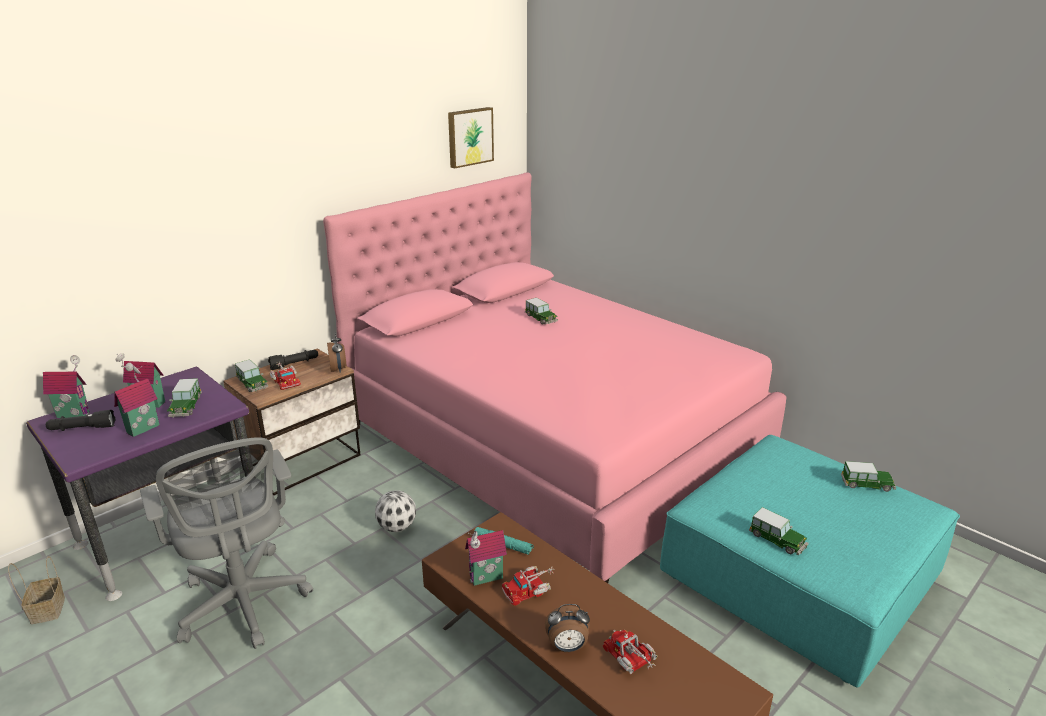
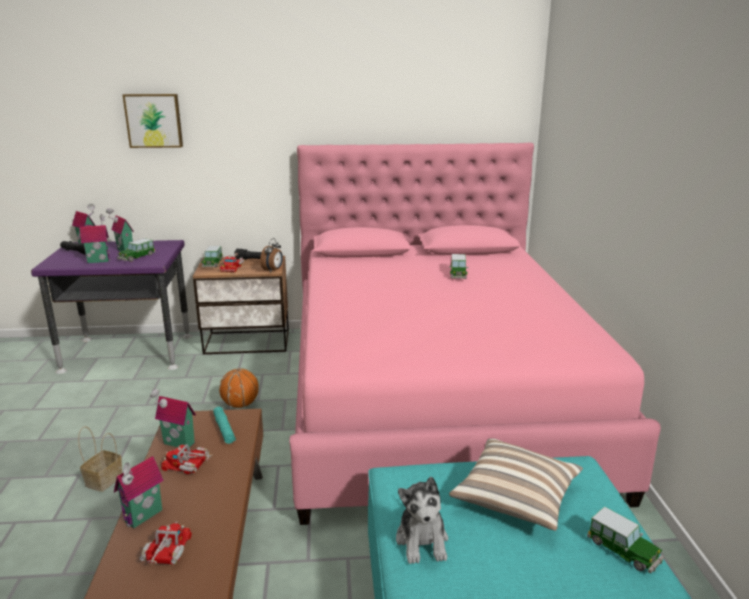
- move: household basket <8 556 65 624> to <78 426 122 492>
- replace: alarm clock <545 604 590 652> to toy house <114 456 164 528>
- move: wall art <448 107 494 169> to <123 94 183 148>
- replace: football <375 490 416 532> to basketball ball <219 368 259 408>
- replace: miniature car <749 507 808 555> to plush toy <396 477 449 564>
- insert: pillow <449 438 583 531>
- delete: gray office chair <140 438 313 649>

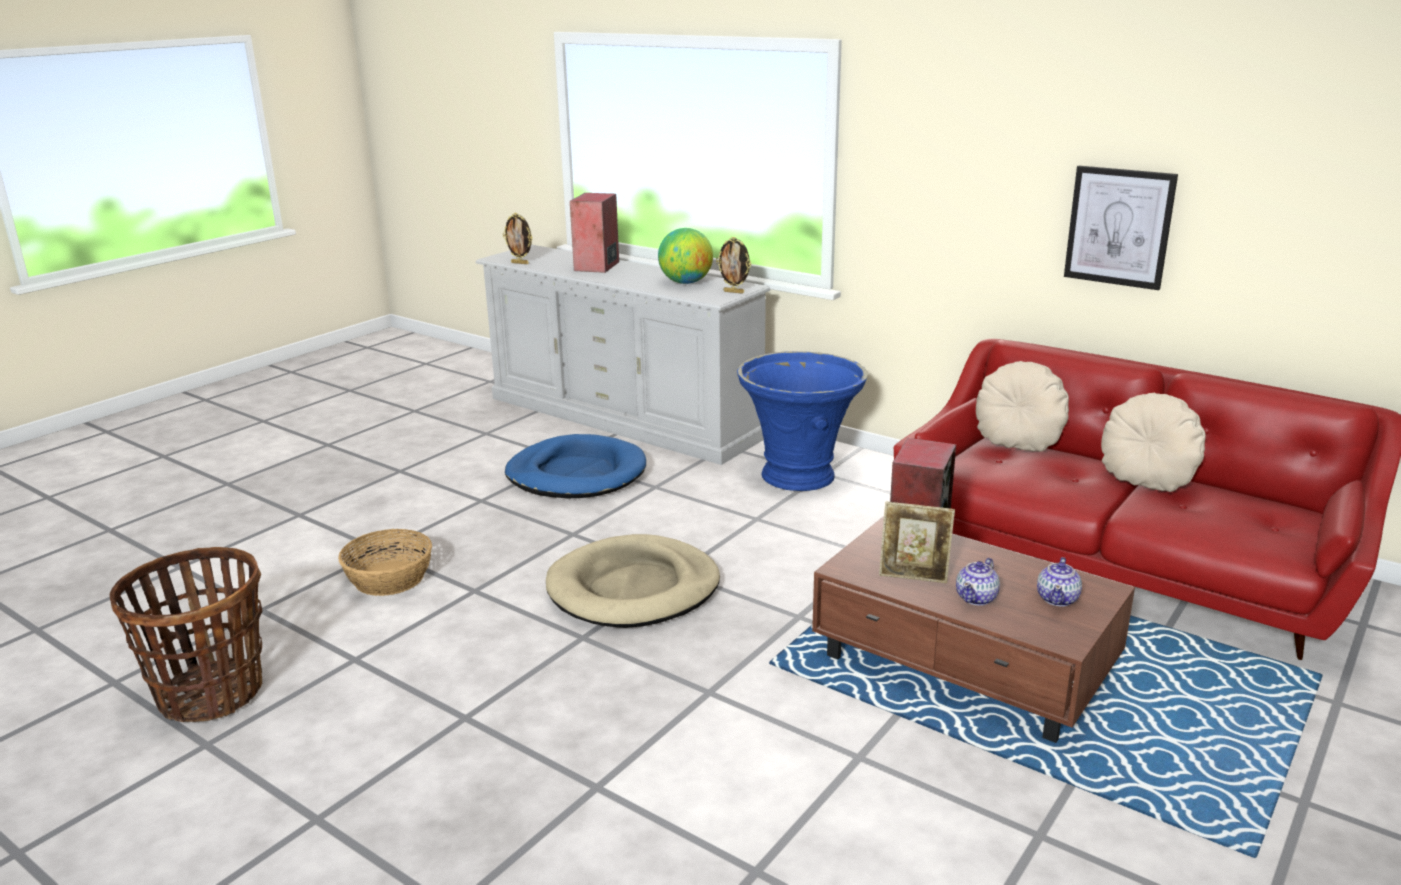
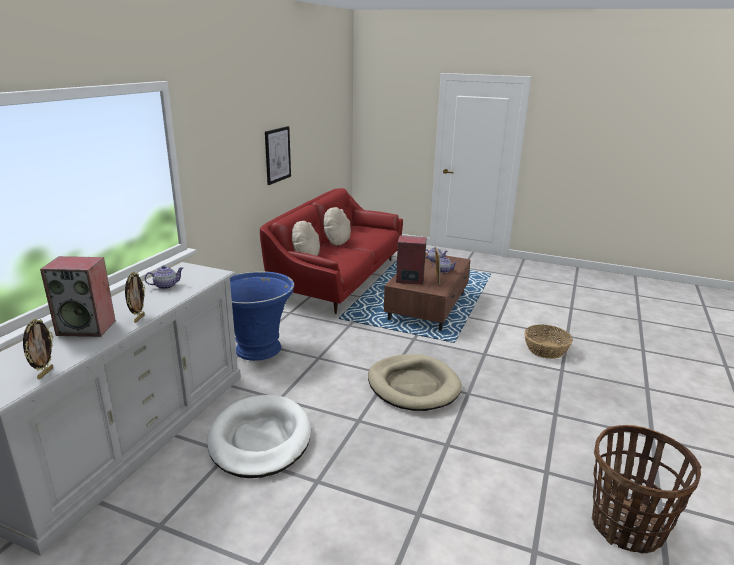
- move: photo frame <716 237 751 294> to <125 272 145 323>
- replace: desk globe <658 228 713 284> to teapot <144 265 183 289>
- recolor: blue pet bed <505 434 646 498> to whitish pet bed <207 395 311 478>
- move: household basket <338 529 432 596> to <524 324 573 359>

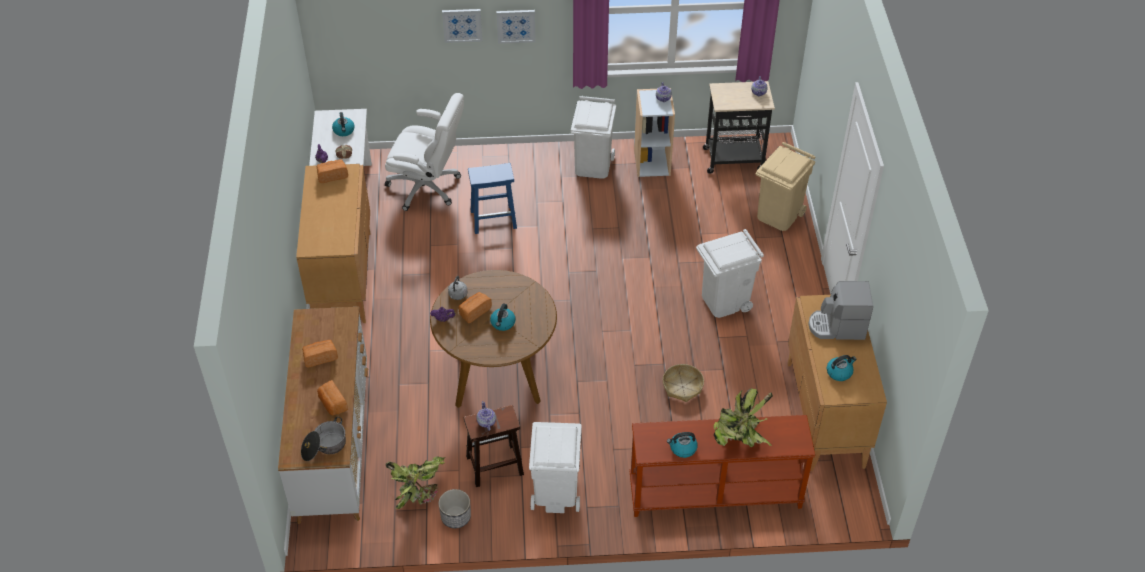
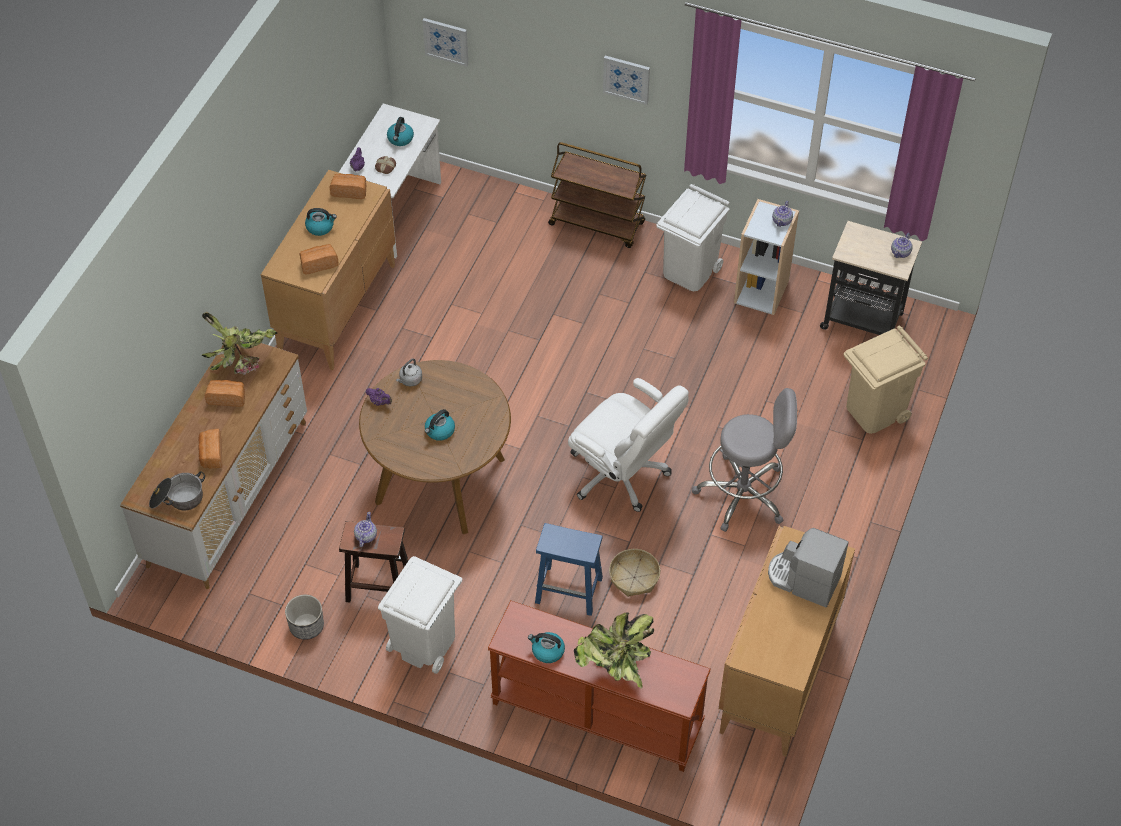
- move: plant in a pot <386 456 445 509> to <202 312 278 375>
- move: bakery bread <459 292 492 323> to <300 244 339 274>
- move: kettle <827 355 857 381> to <305 208 337 236>
- move: wall art <442 9 482 43> to <423 18 468 67>
- move: blue stool seat <468 163 517 234> to <535 523 603 616>
- insert: brown wheeled cart <548 142 646 248>
- move: whitish office chair <385 93 464 211> to <568 378 689 512>
- replace: whitish waste bin <696 229 764 318> to gray stool seat <692 388 797 532>

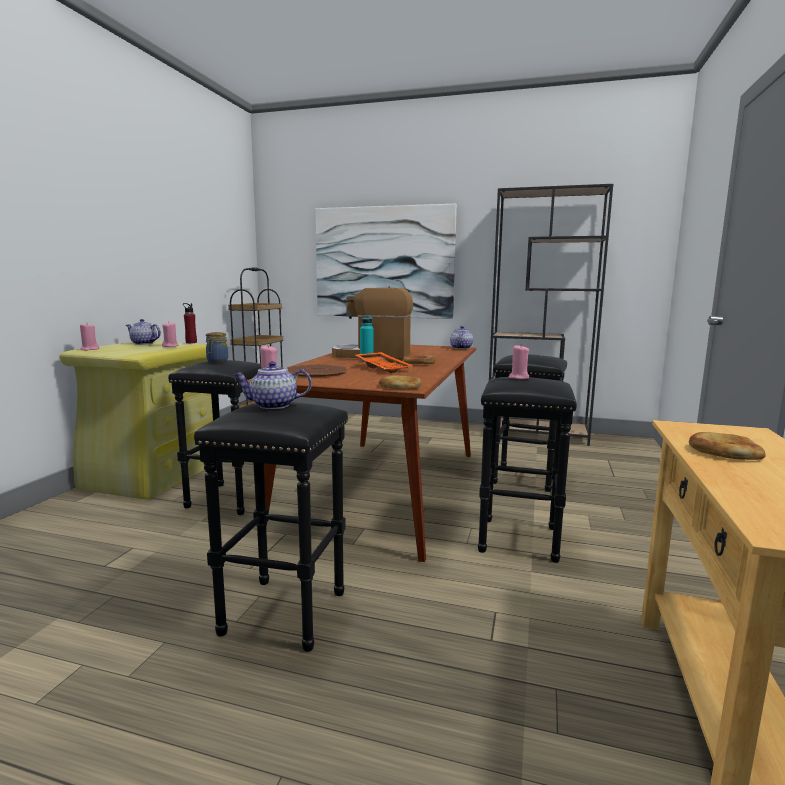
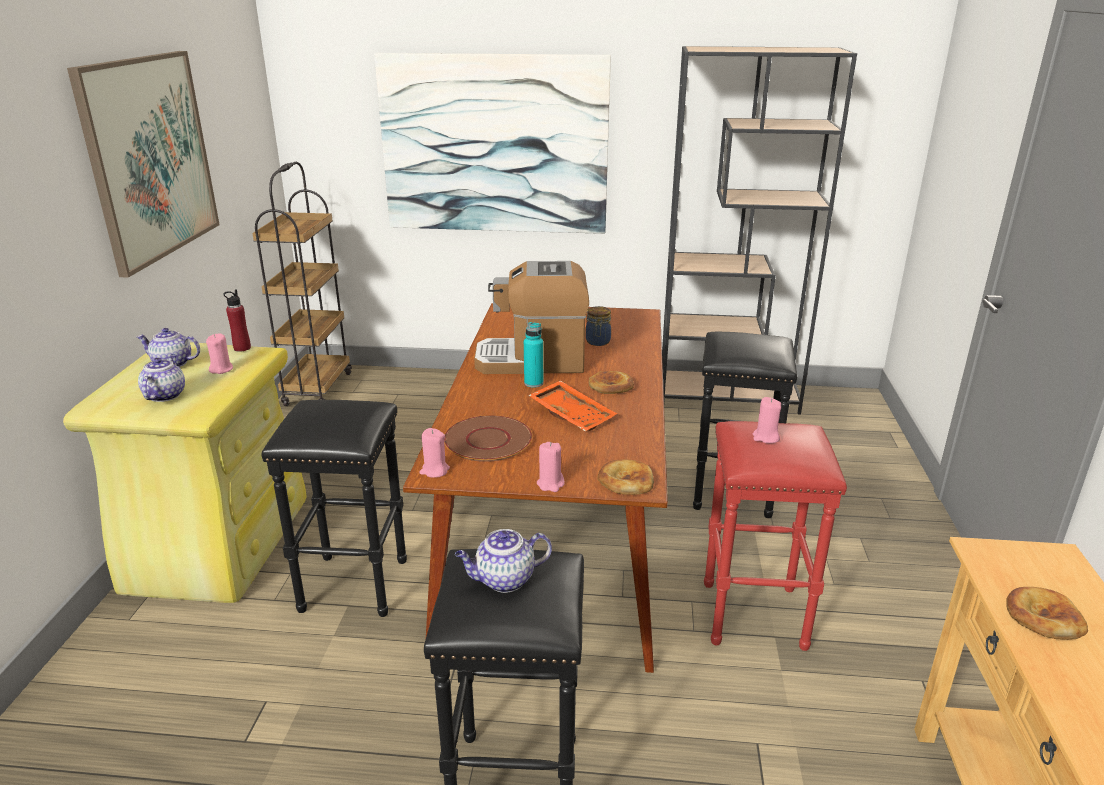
- insert: wall art <67 51 220 278>
- move: teapot <450 326 473 349> to <138 354 185 402>
- move: pinkish wax candle <80 324 99 351> to <537 442 565 492>
- move: preserve jar <206 332 228 362> to <586 306 611 346>
- recolor: black-coloured stool seat <478 377 577 563> to red stool seat <704 421 847 651>

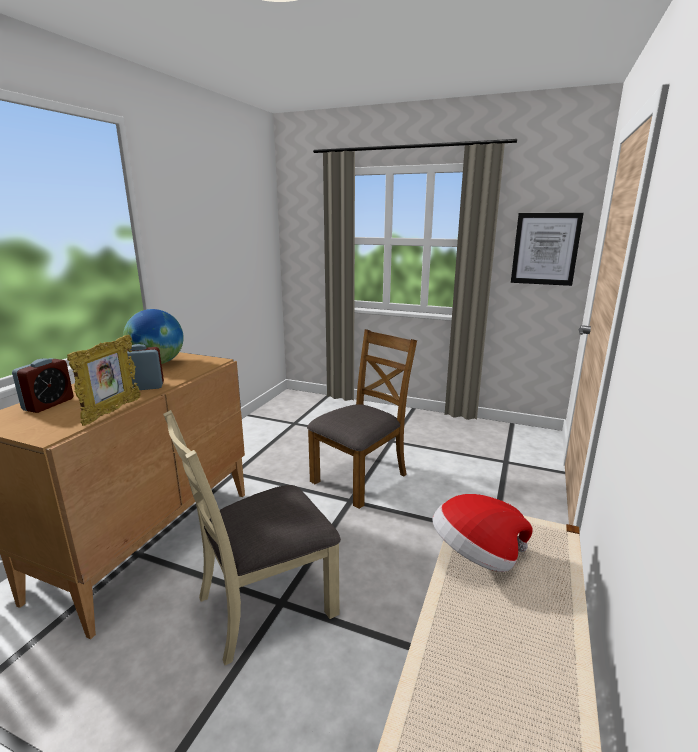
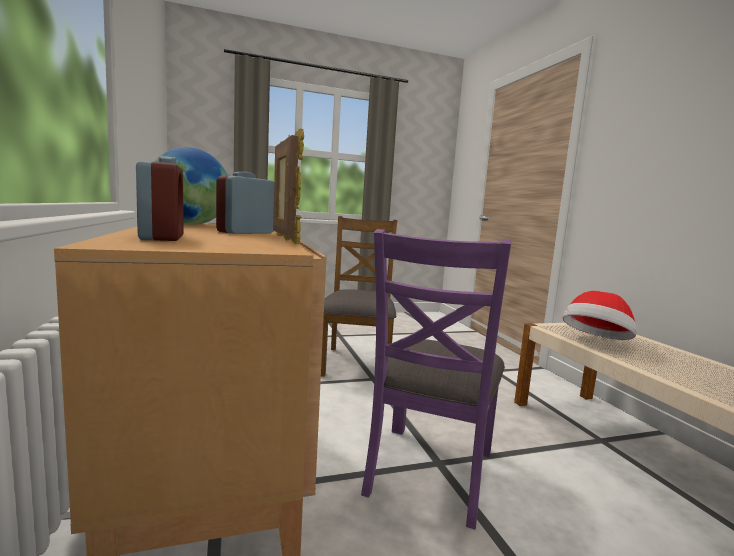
- recolor: sand-coloured plain chair <163 410 341 665> to purple-coloured plain chair <361 229 512 530>
- delete: wall art <511 213 584 286>

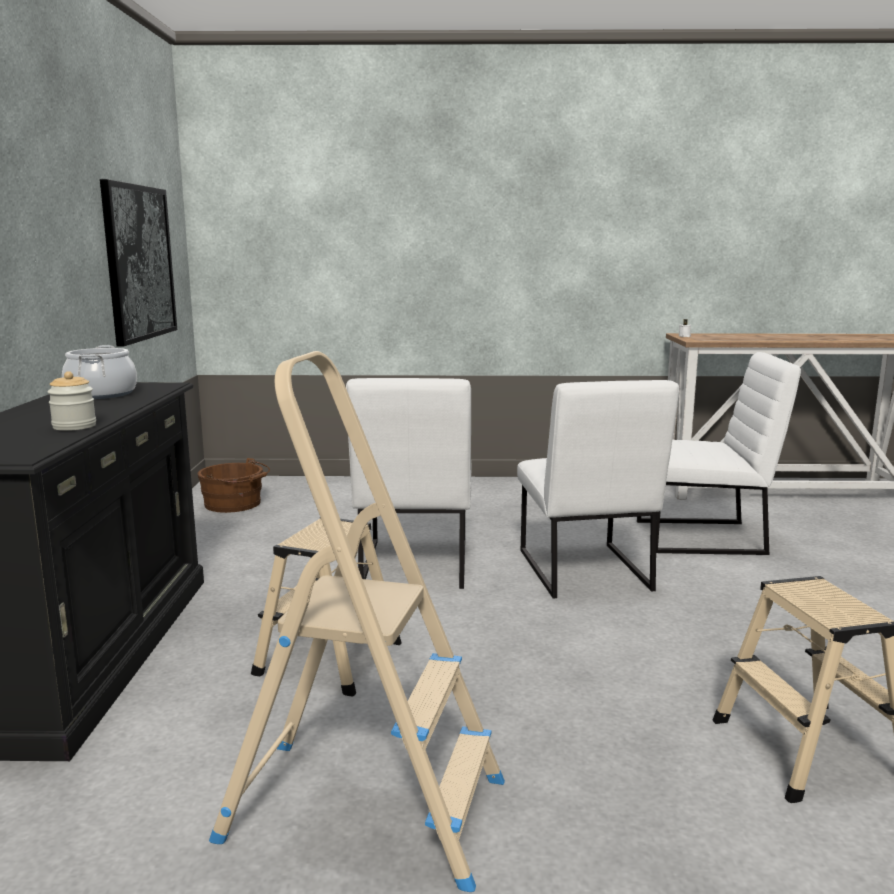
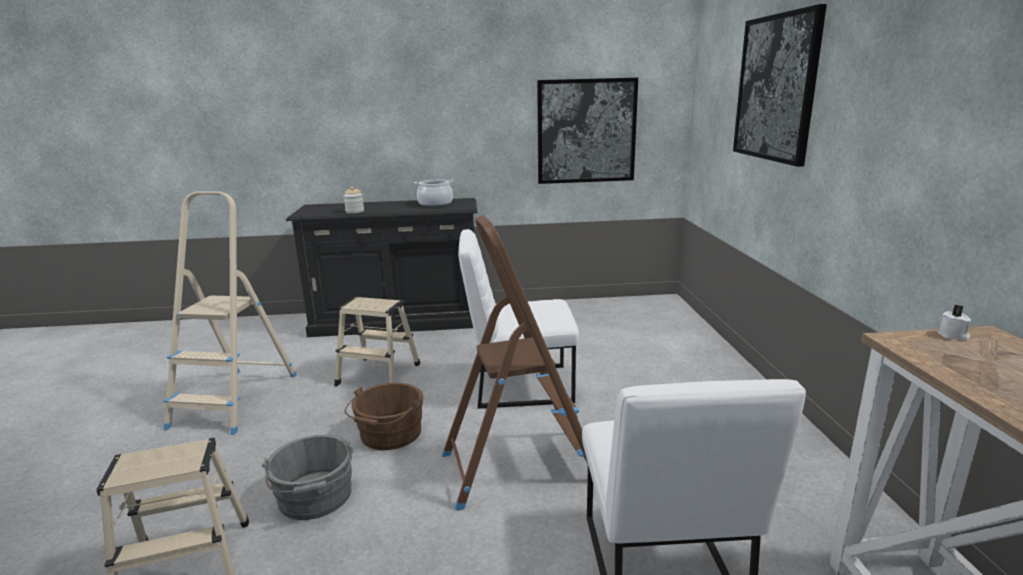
- insert: gray water bucket <262 435 353 520>
- move: brown water bucket <198 458 270 513> to <345 383 423 450>
- replace: whitish plain chair <517 380 679 598> to brown step ladder <442 215 588 511>
- insert: wall art <733 4 827 167>

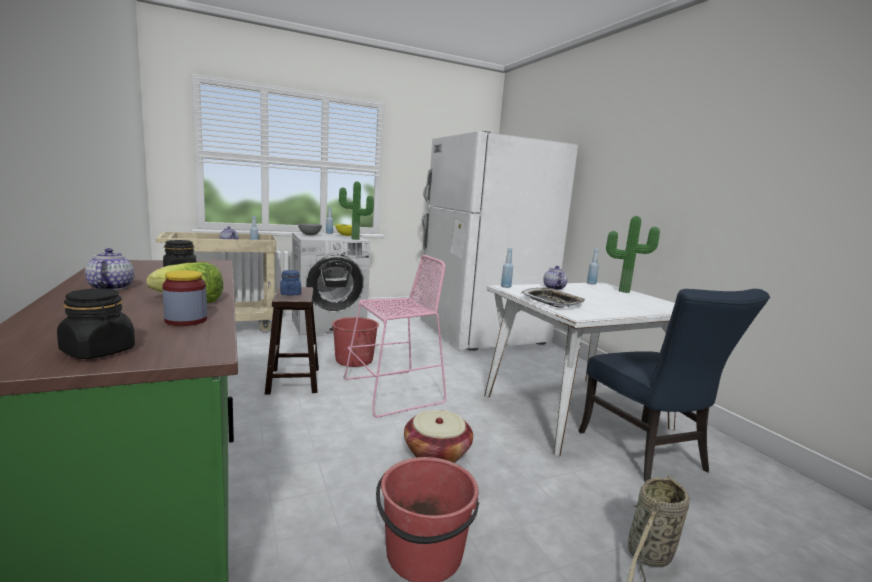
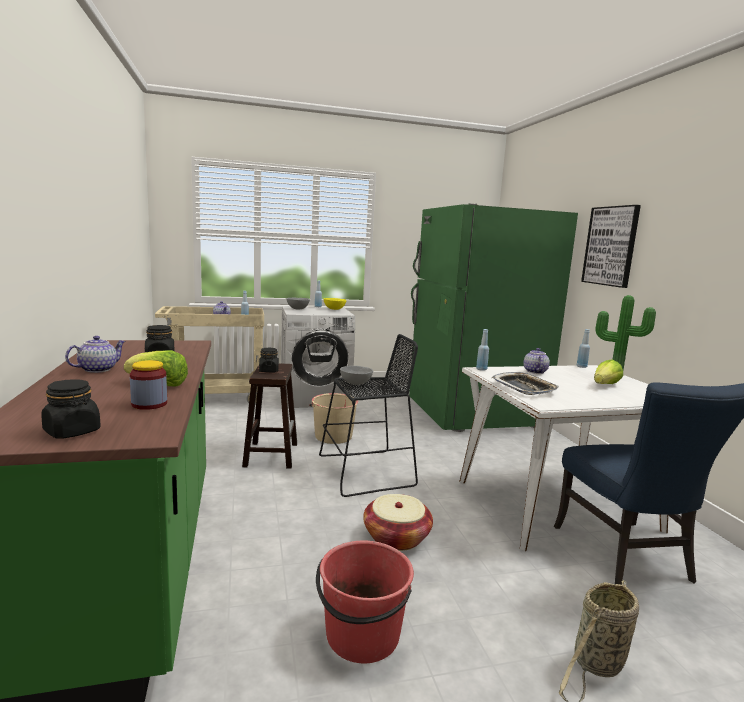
- rotate: teapot <85 248 134 290> = <65 336 126 373> 45 degrees clockwise
- recolor: blue preserve jar <280 270 301 296> to black-coloured preserve jar <259 348 279 373>
- recolor: red water bucket <329 317 379 367> to sand-coloured water bucket <309 393 358 444>
- recolor: pinkish stool seat <344 255 446 417> to black-coloured stool seat <319 334 418 497>
- insert: gray bowl <340 366 373 385>
- recolor: whitish fridge <420 131 578 351> to greenish fridge <409 204 578 432>
- insert: wall art <581 205 641 288>
- insert: lettuce <594 359 623 384>
- delete: plant in a pot <339 182 374 240>

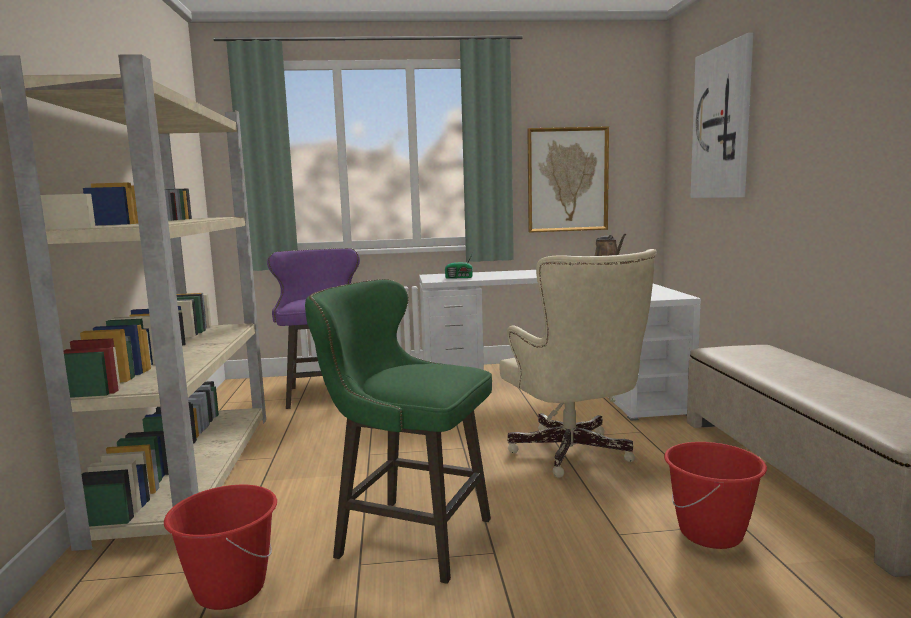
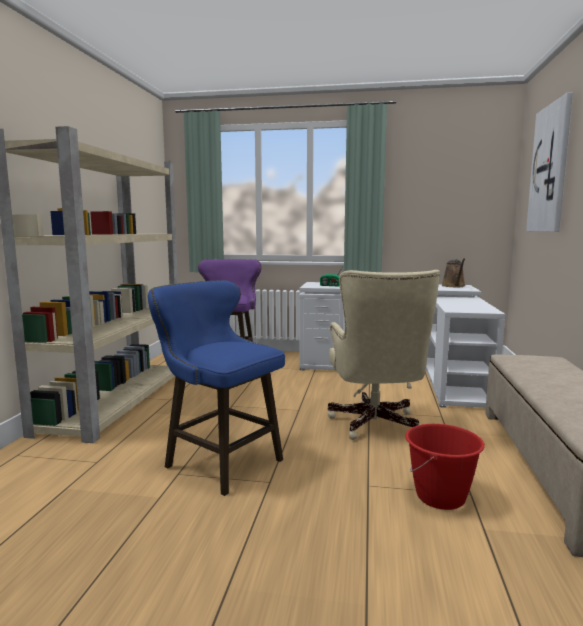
- recolor: greenish stool seat <305 279 492 584> to blue stool seat <148 280 285 496>
- delete: red water bucket <164 485 277 610>
- delete: wall art <527 126 609 233>

